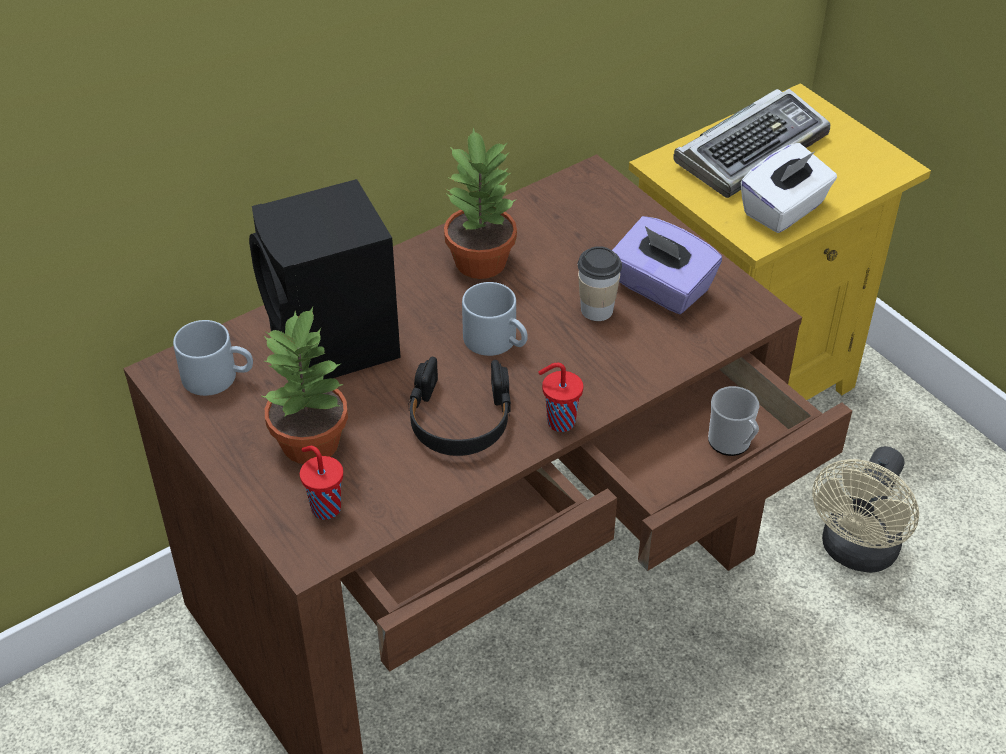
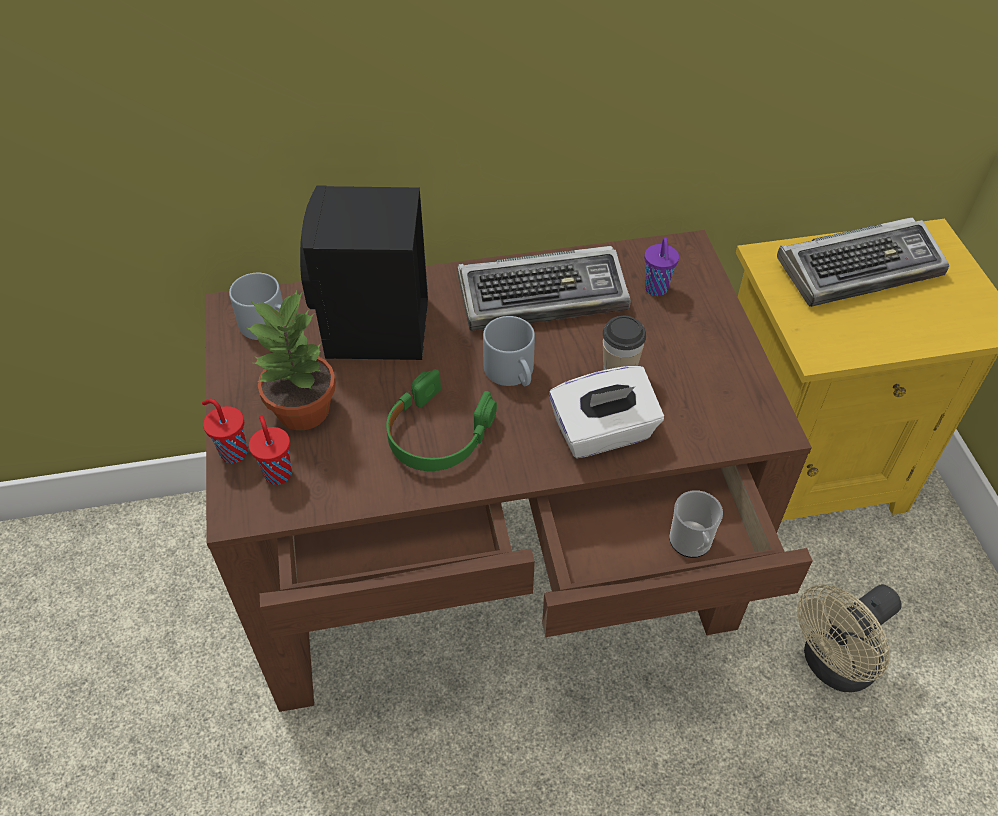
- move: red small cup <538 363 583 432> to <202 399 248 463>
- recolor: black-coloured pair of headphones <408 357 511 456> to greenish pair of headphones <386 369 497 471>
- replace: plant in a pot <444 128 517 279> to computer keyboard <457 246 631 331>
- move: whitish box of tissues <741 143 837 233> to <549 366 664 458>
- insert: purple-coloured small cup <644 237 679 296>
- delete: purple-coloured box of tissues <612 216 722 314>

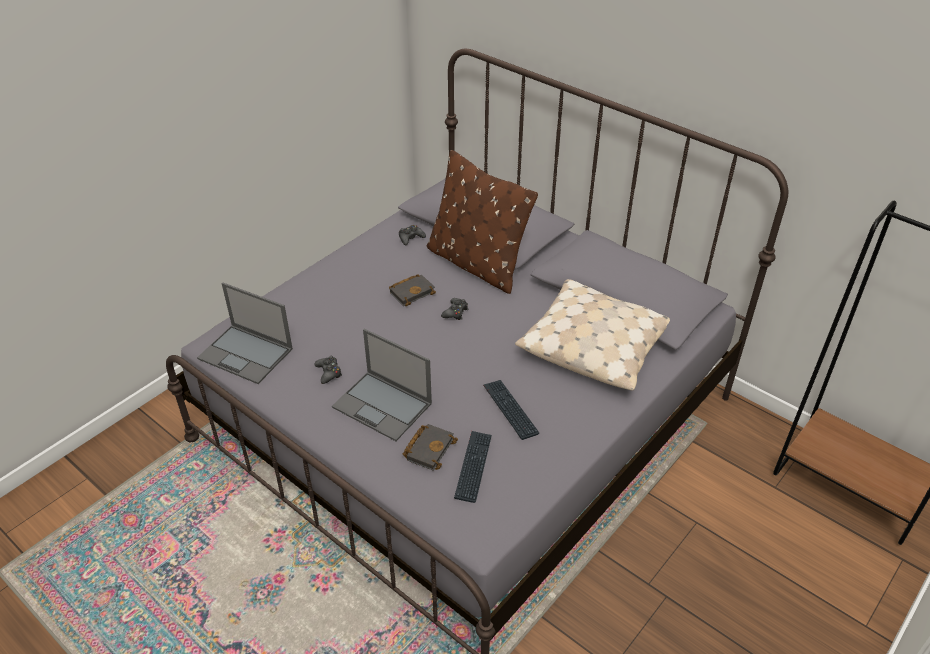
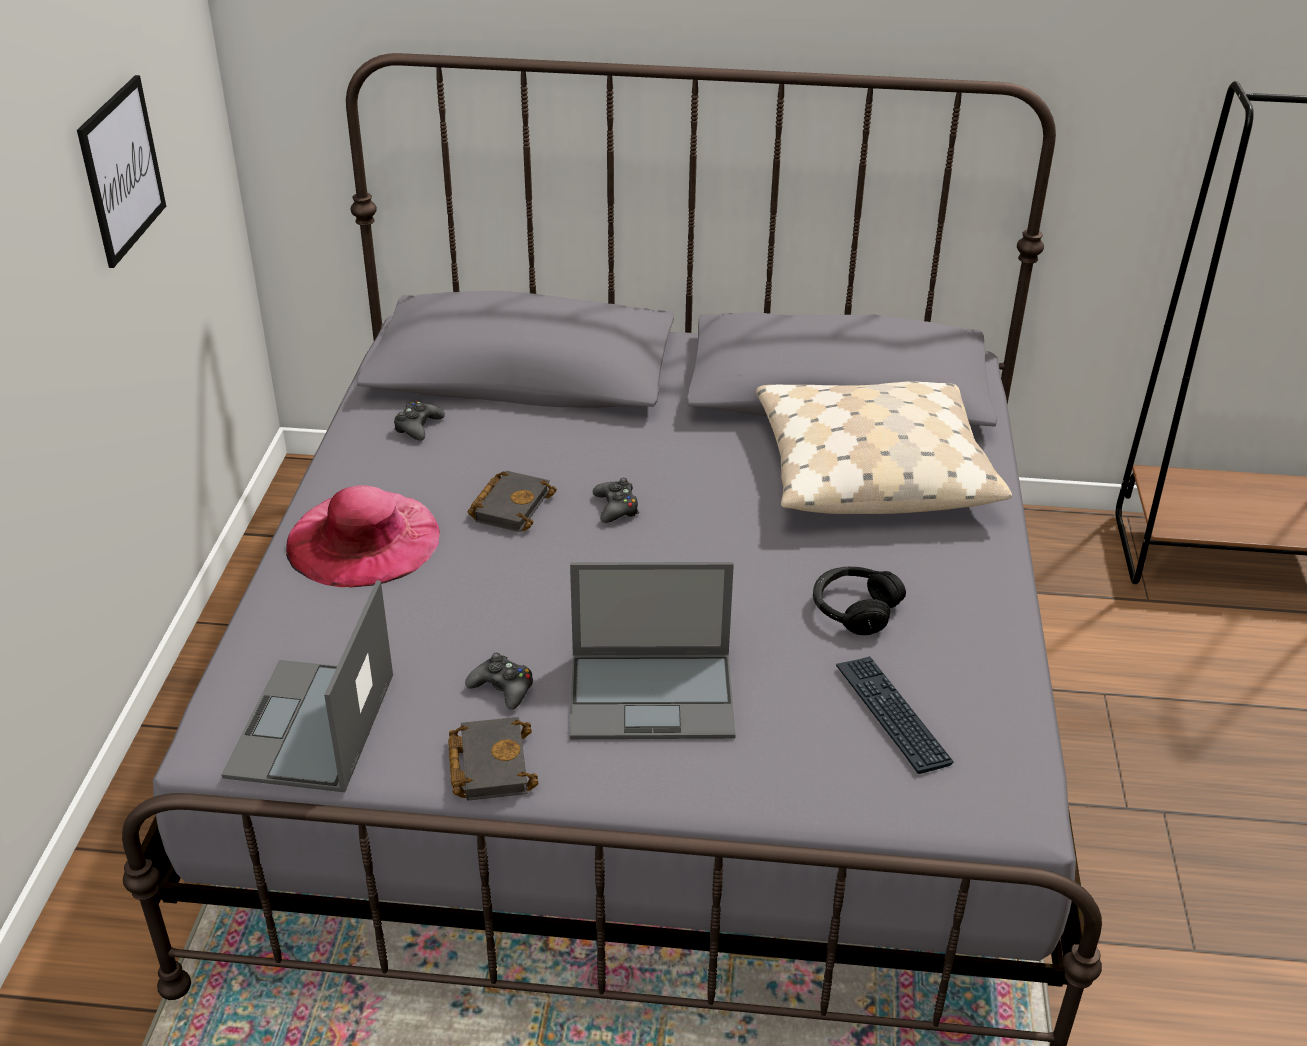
- insert: wall art <77 75 166 268>
- rotate: laptop <197 283 293 384> = <221 580 393 792> 105 degrees clockwise
- insert: pinkish hat <286 485 440 588>
- move: black-coloured book <403 424 458 471> to <448 717 538 801>
- replace: computer keyboard <483 380 539 440> to black-coloured pair of headphones <813 567 906 635>
- delete: brown pillow <427 150 538 294>

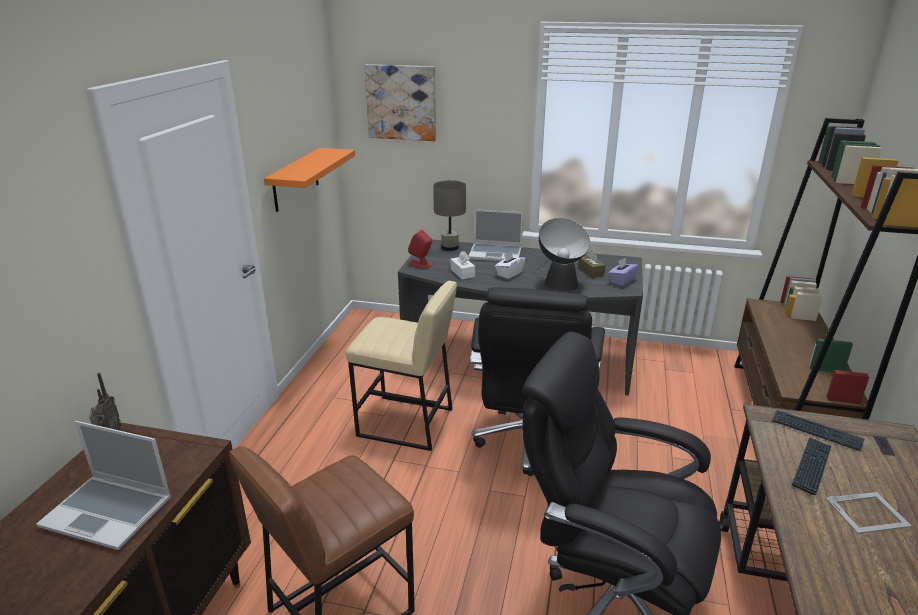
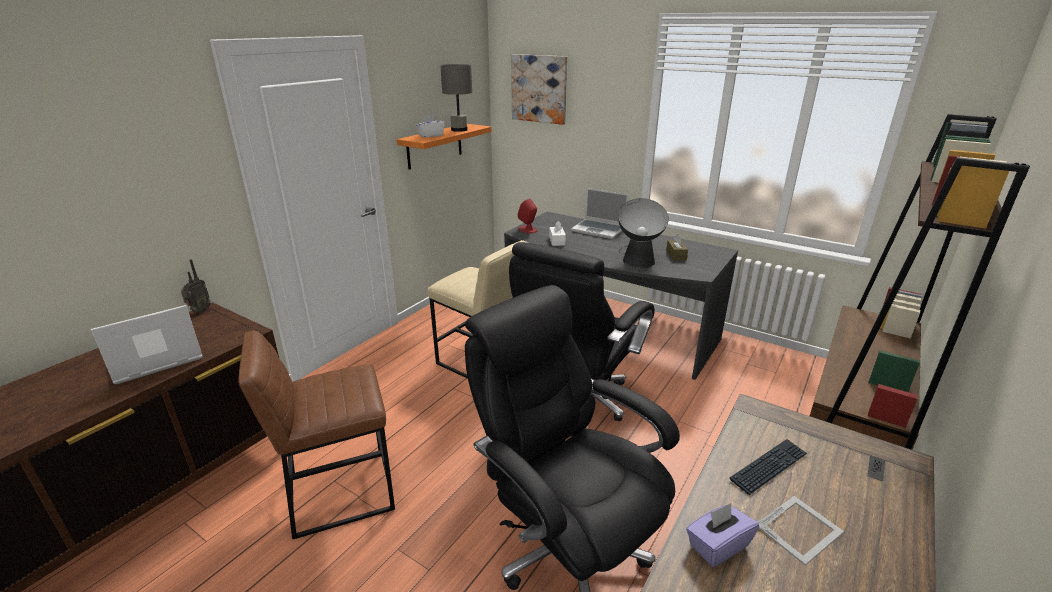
- rotate: laptop <36 421 171 550> = <91 305 203 384> 105 degrees clockwise
- move: whitish box of tissues <495 251 525 279> to <415 114 445 138>
- move: gray lamp for a table <433 180 466 251> to <441 64 472 132>
- move: purple-coloured box of tissues <608 258 639 286> to <686 503 759 567>
- rotate: photo frame <826 492 911 534> = <757 496 844 565> 45 degrees counterclockwise
- delete: computer keyboard <772 410 864 451>

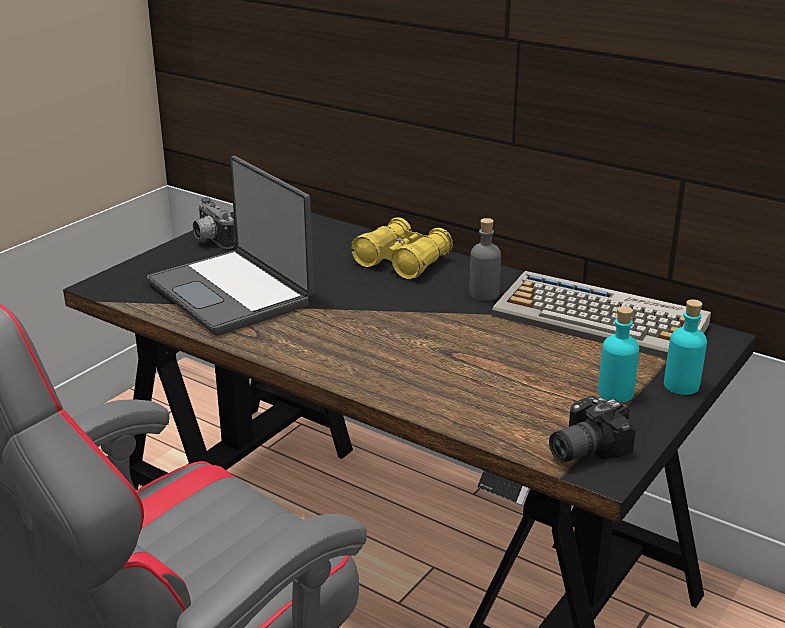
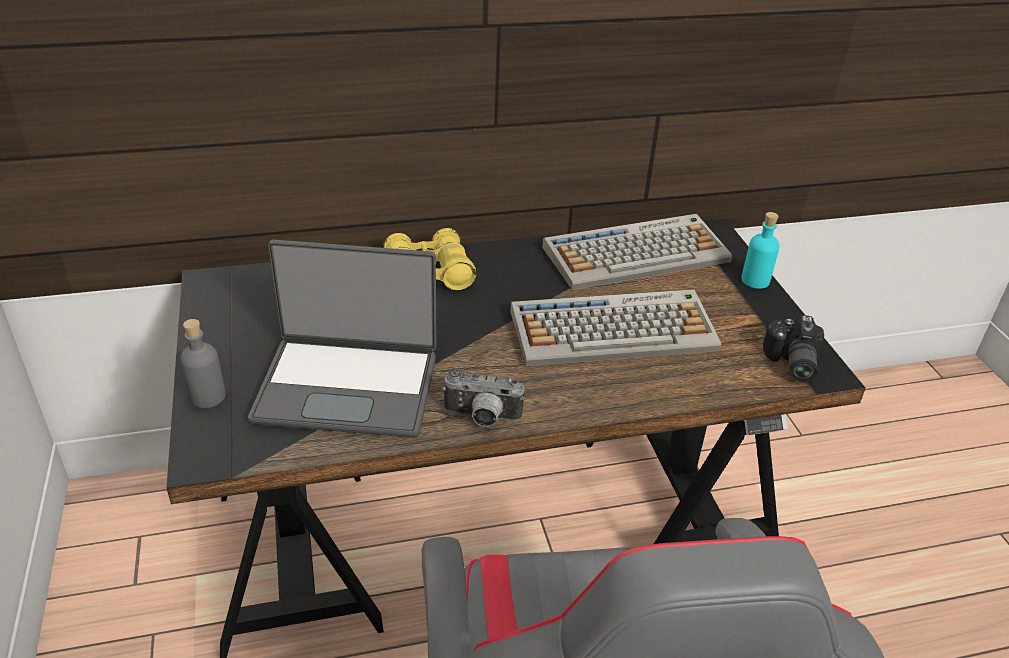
- move: gray bottle <469 218 501 301> to <180 319 226 408>
- move: photo camera <193 197 234 249> to <442 370 524 427>
- insert: computer keyboard <510 289 721 366>
- delete: turquoise bottle <598 306 639 403>

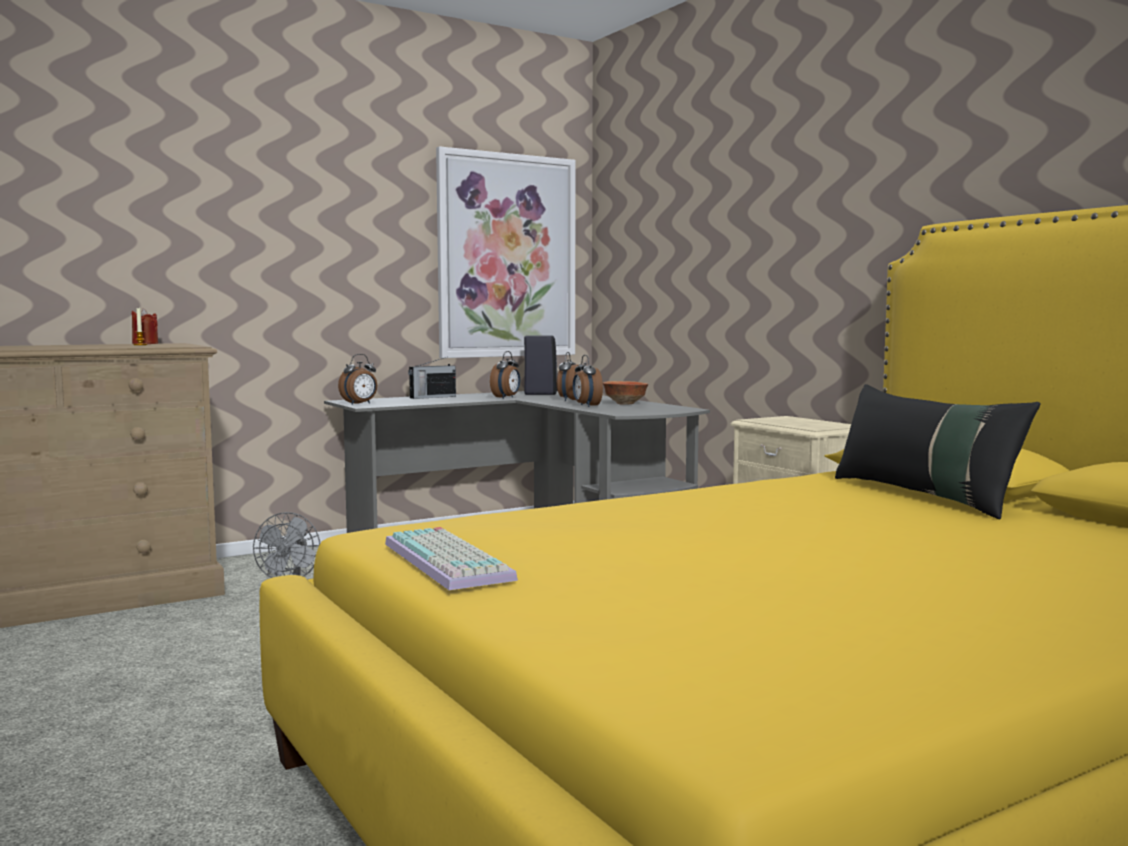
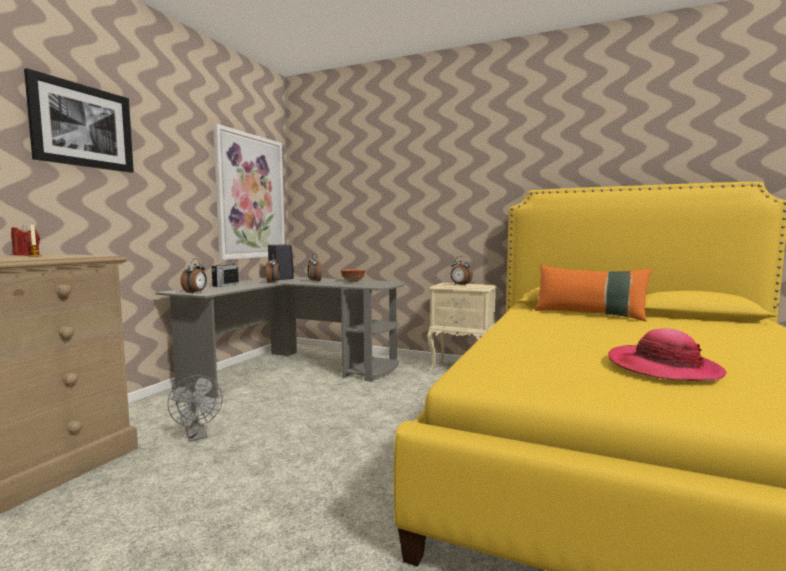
- insert: wall art <24 68 134 173>
- move: alarm clock <573 355 603 407> to <450 256 473 286>
- recolor: black-coloured pillow <835 384 1040 519> to orangey pillow <535 265 652 321>
- insert: hat <608 328 727 381>
- delete: computer keyboard <385 527 518 590>

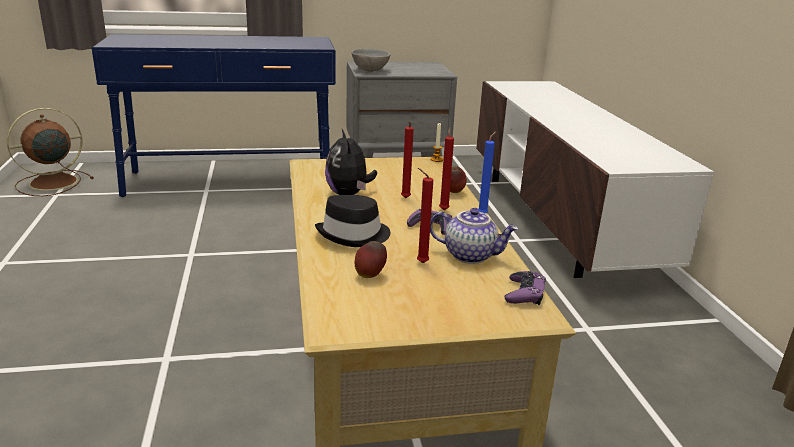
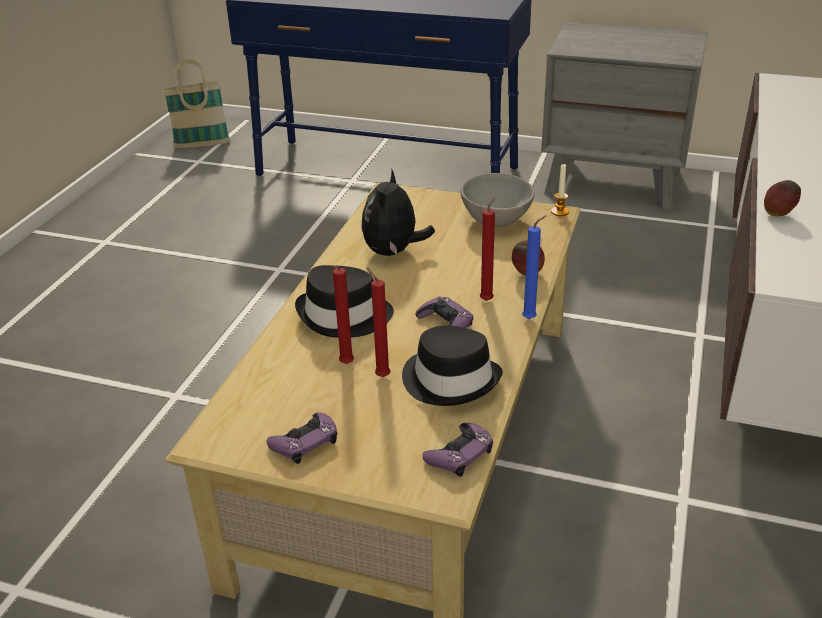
- replace: brown electric fan <7 108 94 196> to household basket <163 59 230 148>
- insert: purple-coloured gamepad <266 412 337 464>
- move: red wax candle <401 122 414 198> to <330 265 354 364>
- replace: teapot <430 208 518 264> to black-coloured hat <402 325 503 406>
- move: gray bowl <351 49 391 72> to <461 173 535 227>
- move: whole apple <355 241 387 278> to <764 180 801 217>

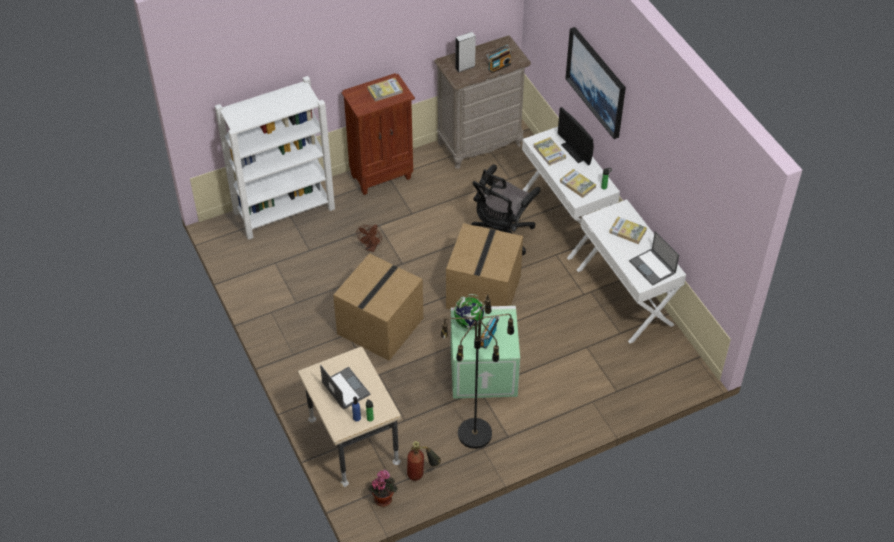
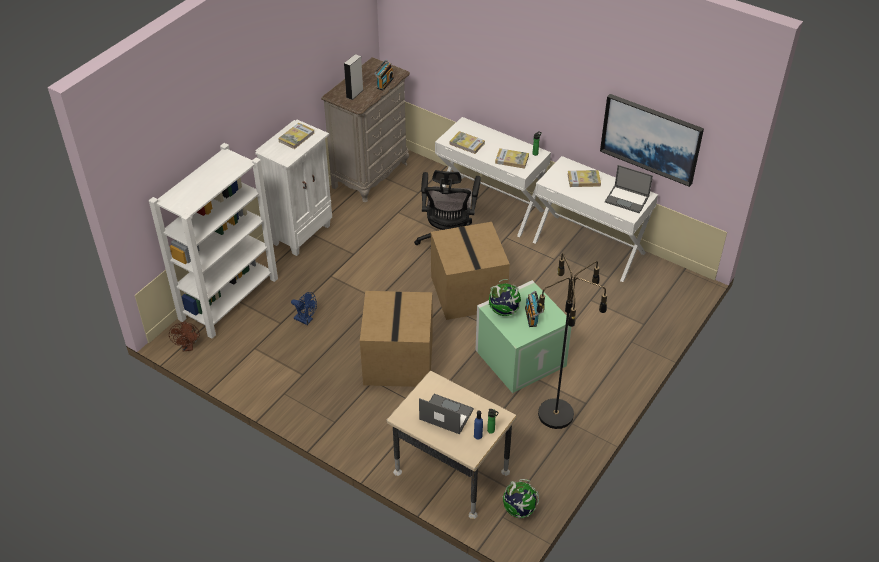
- move: brown electric fan <357 224 382 252> to <169 321 199 352>
- recolor: brown storage cabinet <341 73 415 195> to whitish storage cabinet <255 120 332 256>
- insert: blue electric fan <291 292 317 325>
- replace: plant in a pot <368 470 397 507> to desk globe <502 479 539 518>
- move: wall art <565 27 626 139> to <600 94 704 187>
- delete: extinguisher <407 441 441 481>
- delete: monitor <558 107 594 165>

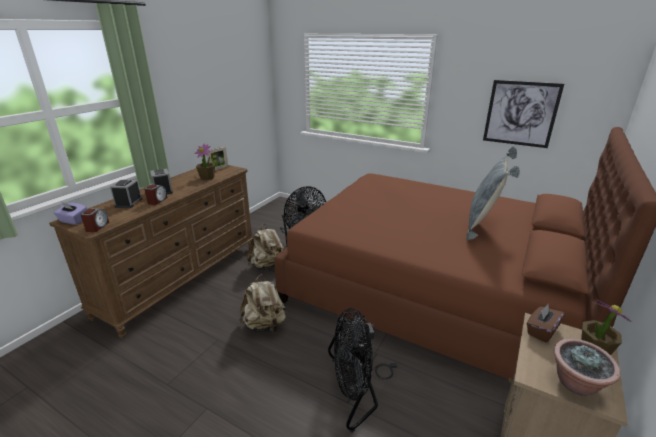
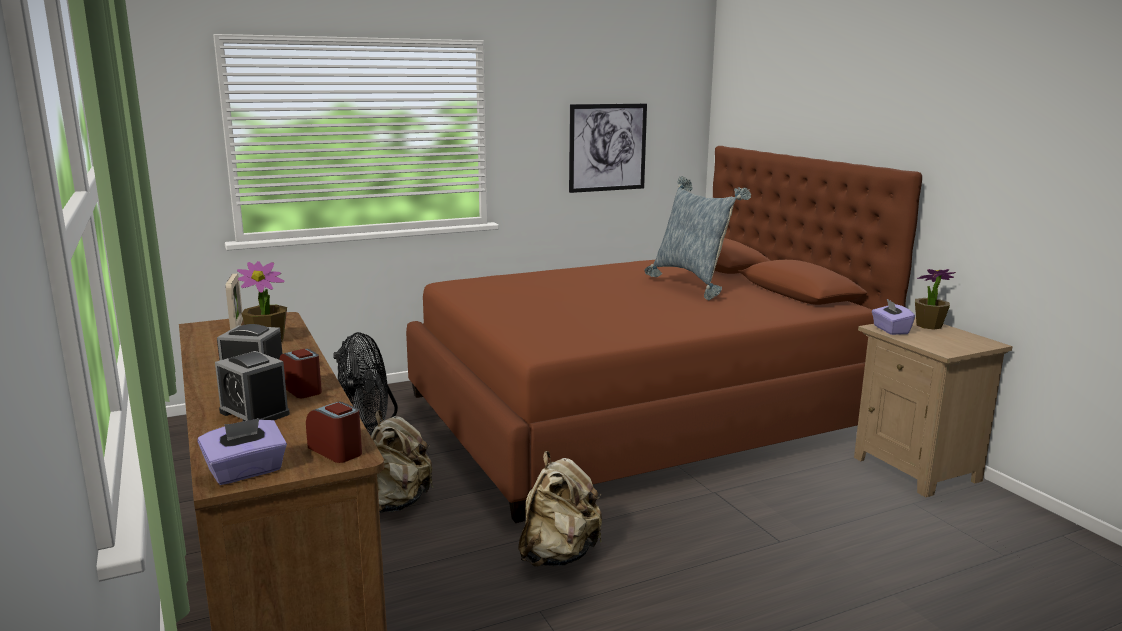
- recolor: brown box of tissues <527 304 565 343> to purple-coloured box of tissues <872 299 915 335>
- delete: black-coloured electric fan <328 308 397 433>
- delete: plant in a pot <554 338 621 396>

